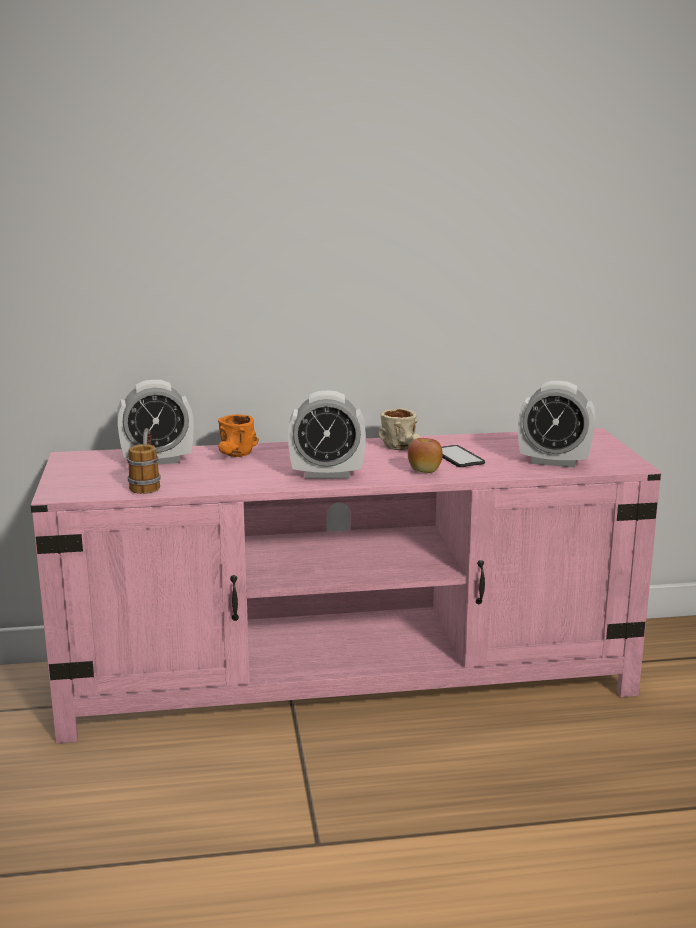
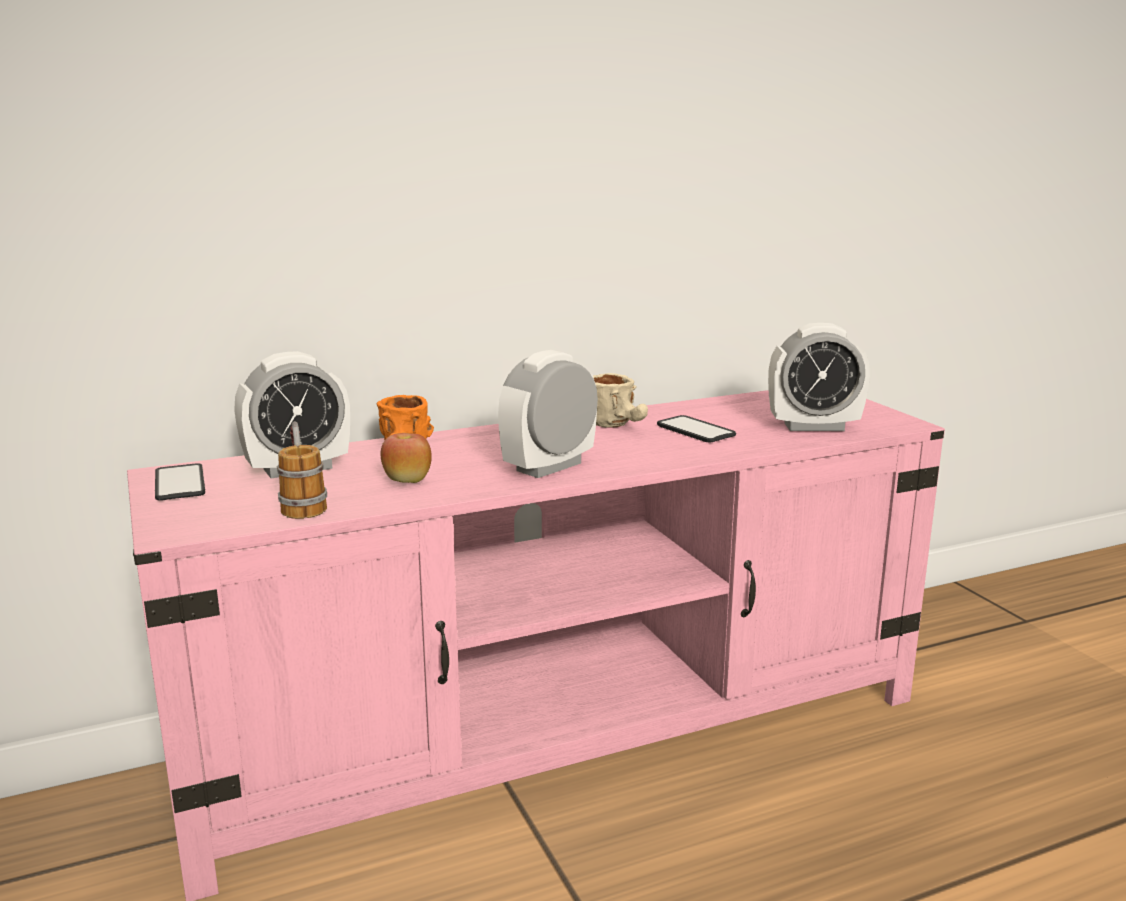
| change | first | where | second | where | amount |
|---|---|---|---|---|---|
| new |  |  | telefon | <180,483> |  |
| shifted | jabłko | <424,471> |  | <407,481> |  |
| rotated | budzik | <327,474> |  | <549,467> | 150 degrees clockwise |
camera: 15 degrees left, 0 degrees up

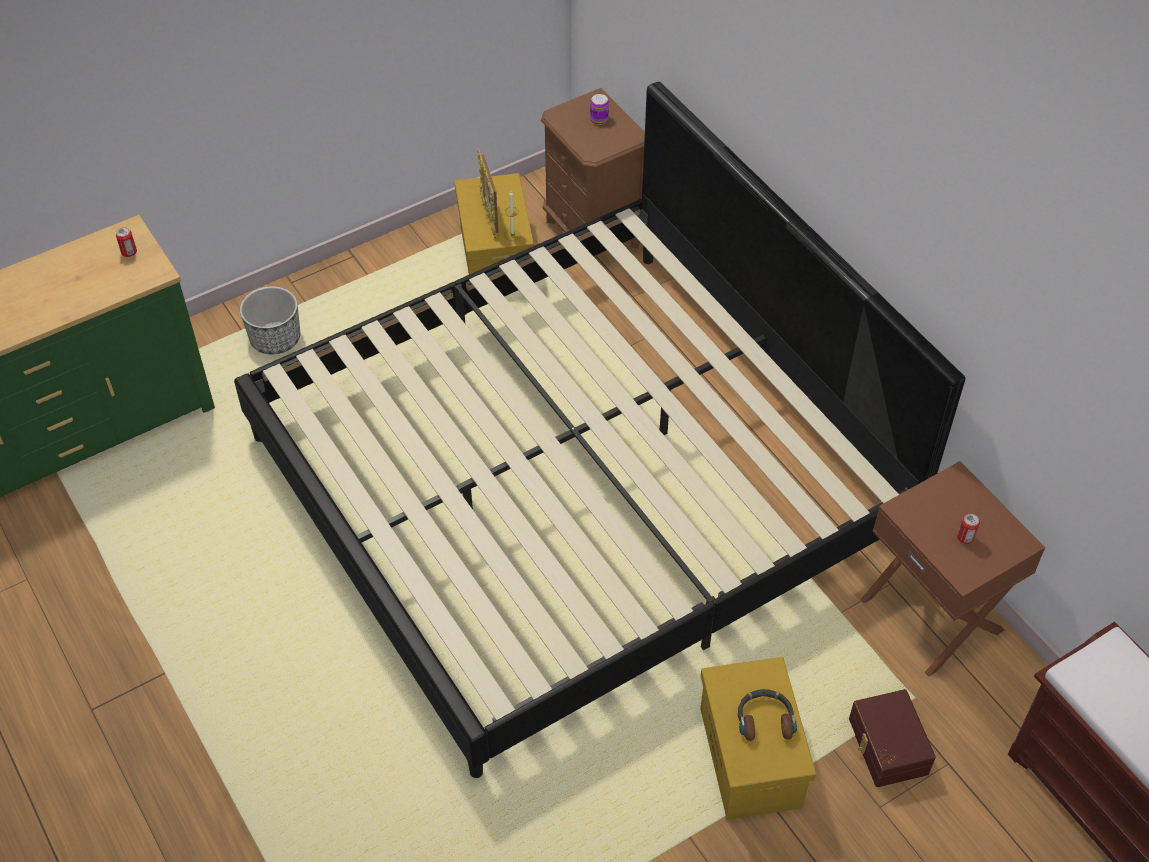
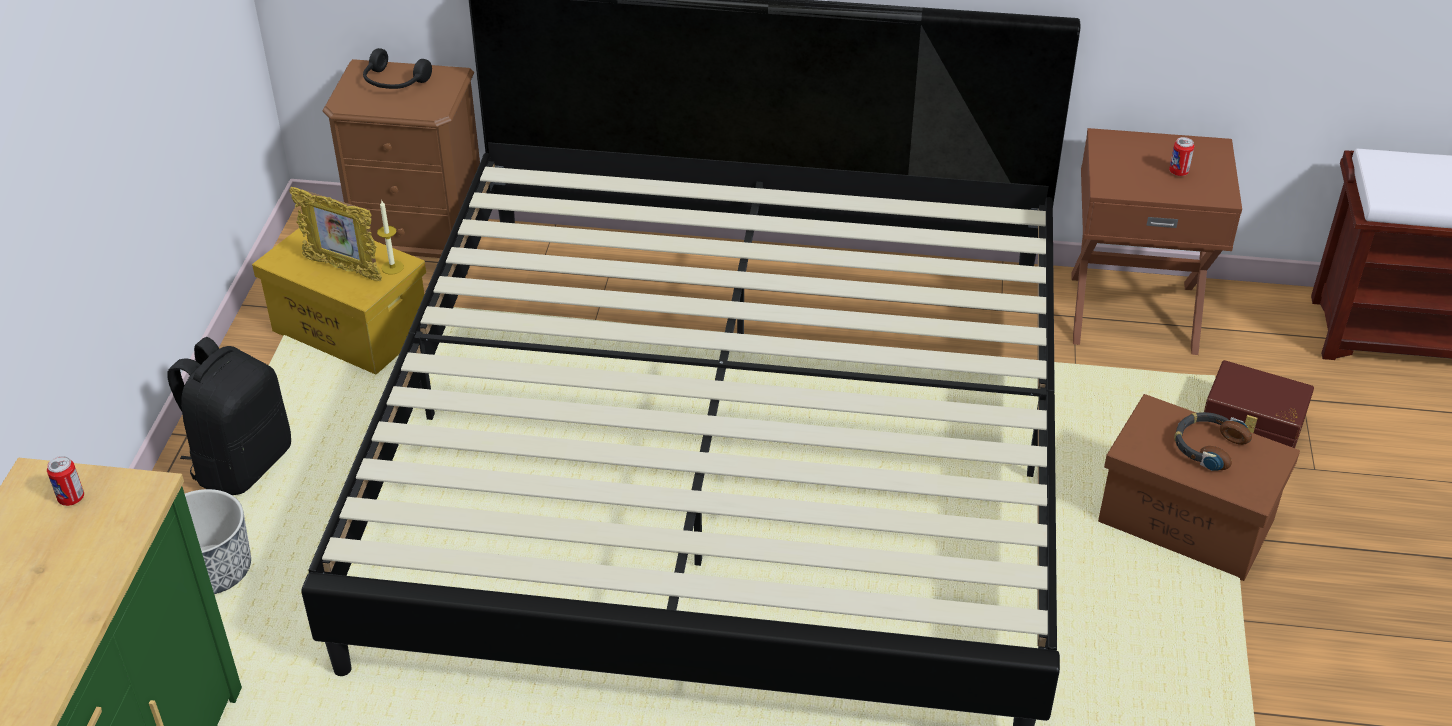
| change | first | where | second | where | amount |
|---|---|---|---|---|---|
| new |  |  | plecak [czarny] | <242,463> |  |
| swapped | puszka | <599,119> | słuchawki [czarny] | <394,82> |  |
| repainted | pojemnik do przechowywania [żółty] | <751,758> | pojemnik do przechowywania [brązowy] | <1187,521> |  |
camera: 50 degrees left, 10 degrees down

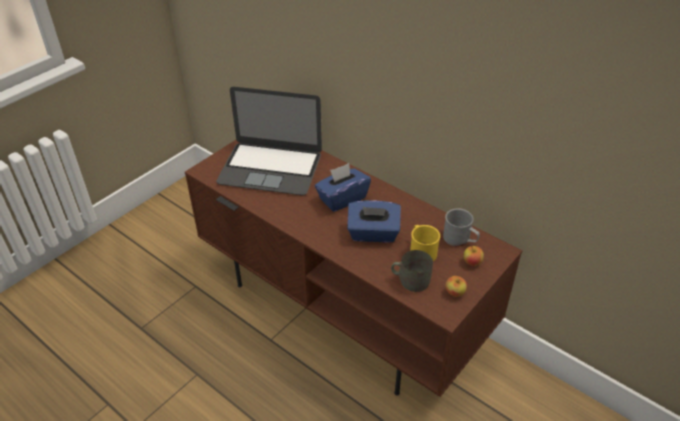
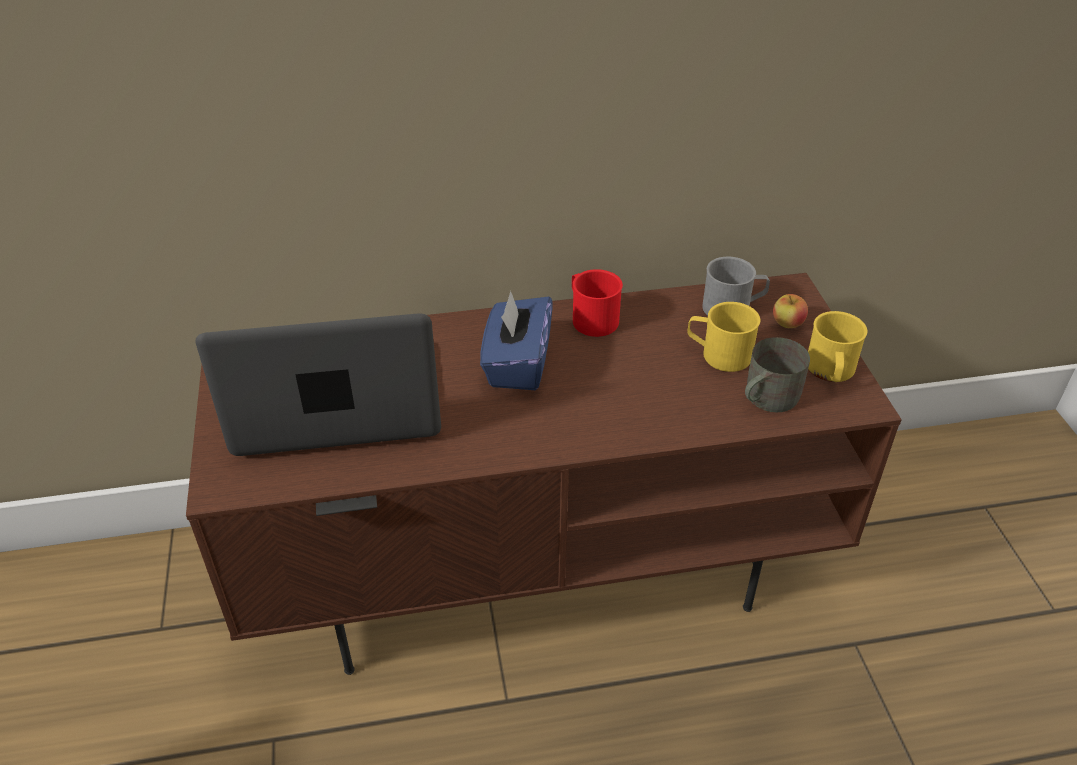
| change | first | where | second | where | amount |
|---|---|---|---|---|---|
| rotated | laptop | <270,168> |  | <337,399> | 150 degrees counterclockwise |
| new |  |  | kubek [czerwony] | <591,318> |  |
| swapped | jabłko | <455,293> | kubek [żółty] | <830,372> |  |
| gone | pudełko chusteczek [niebieski] | <373,234> |  |  |  |
camera: 50 degrees left, 0 degrees up

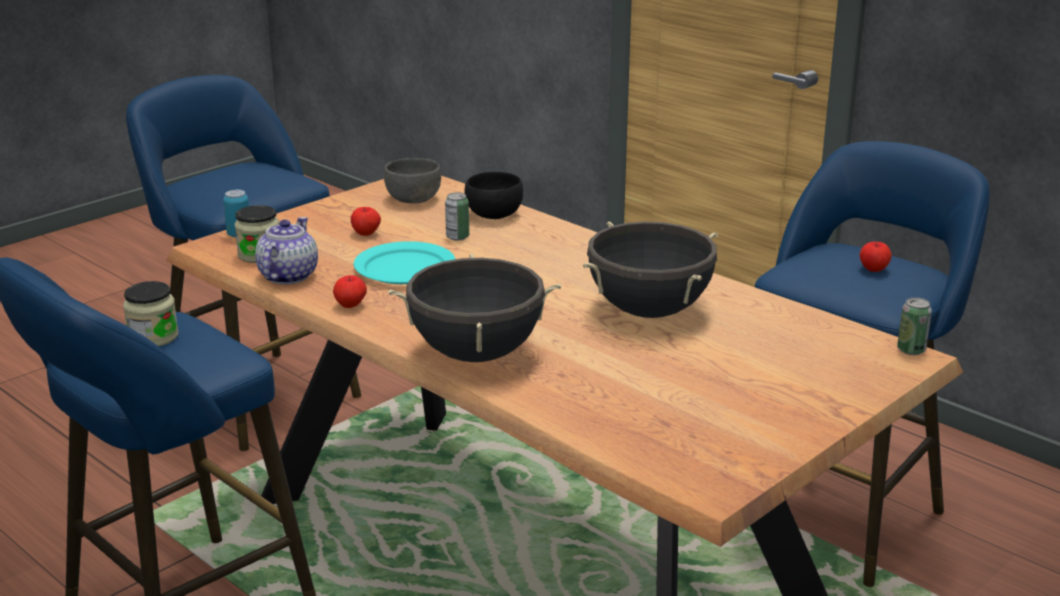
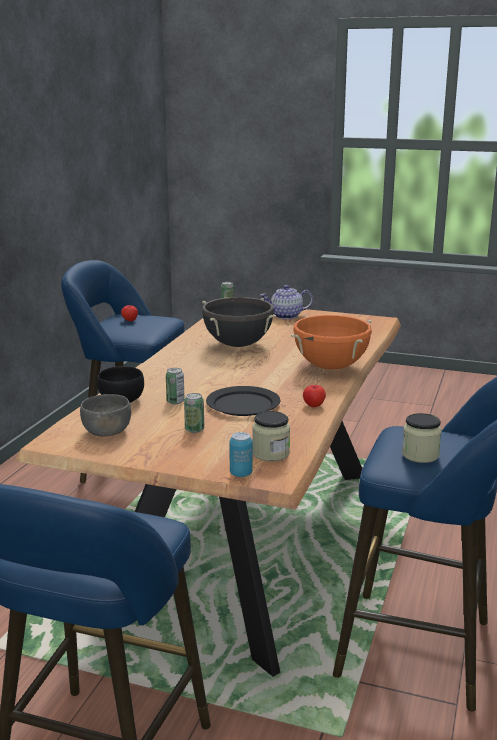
| change | first | where | second | where | amount |
|---|---|---|---|---|---|
| swapped | jabłko | <366,233> | puszka | <194,429> |  |
| repainted | talerz [turkusowy] | <404,268> | talerz [czarny] | <243,404> |  |
| shifted | imbryk | <287,276> |  | <286,316> |  |
| repainted | garnek [czarny] | <476,354> | garnek [pomarańczowy] | <331,367> |  |
camera: 115 degrees left, 5 degrees down

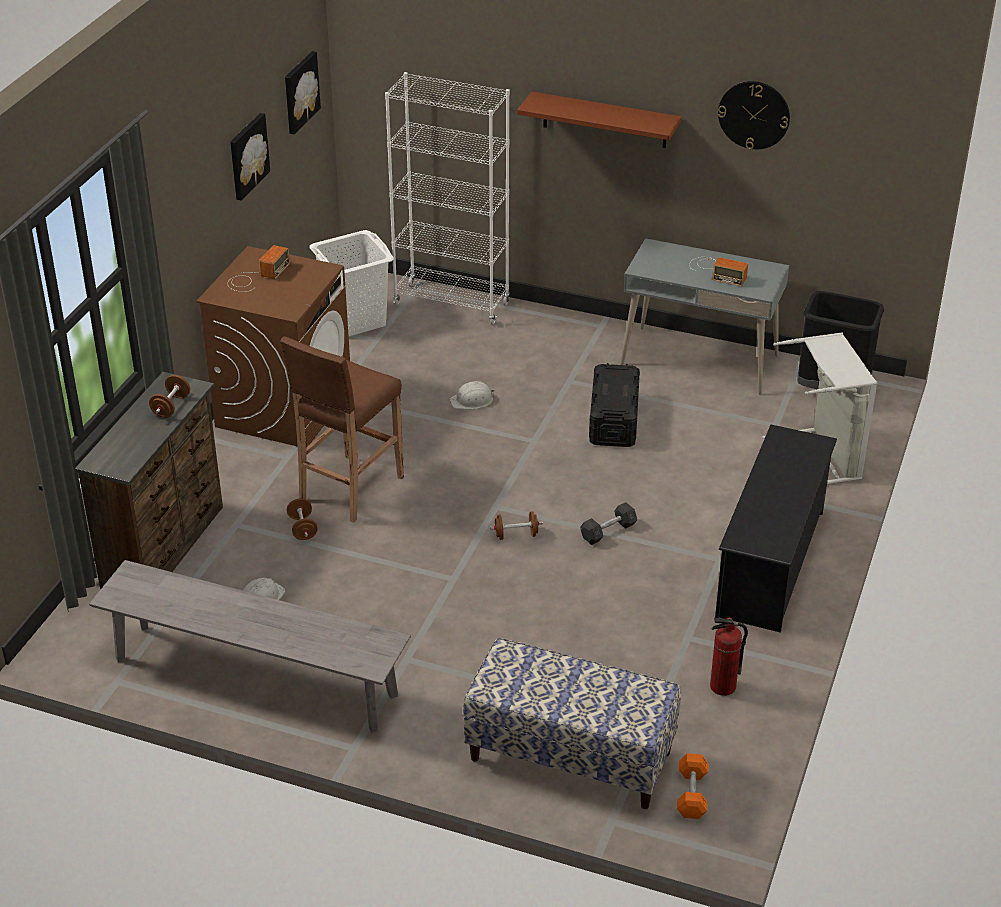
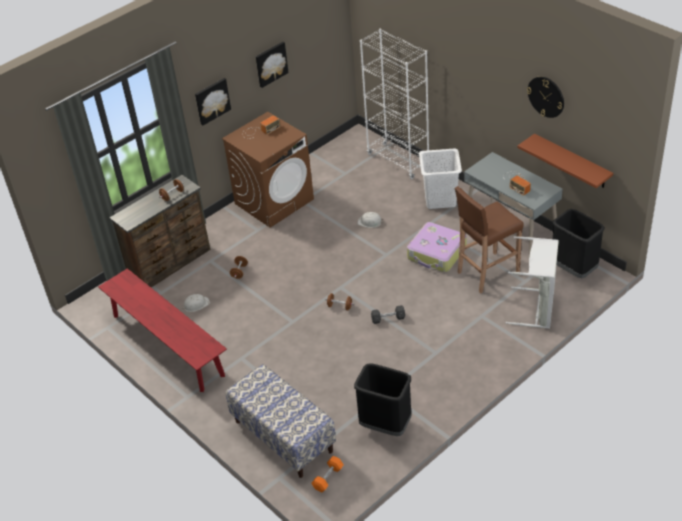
| change | first | where | second | where | amount |
|---|---|---|---|---|---|
| repainted | ławka [szary] | <255,677> | ławka [czerwony] | <167,345> |  |
| shifted | obraz | <300,92> |  | <212,101> |  |
| swapped | gaśnica | <722,687> | kosz na śmieci [czarny] | <385,425> |  |
| swapped | pojemnik do przechowywania [czarny] | <614,420> | walizka | <437,254> |  |
| shifted | kosz na pranie [biały] | <356,321> |  | <440,199> |  |
| shifted | stołek [brązowy] | <349,489> |  | <487,273> |  |
| shifted | półka [brązowy] | <604,120> |  | <572,161> |  |
| gone | regał na buty [czarny] | <771,563> |  |  |  |
camera: 30 degrees right, 5 degrees up

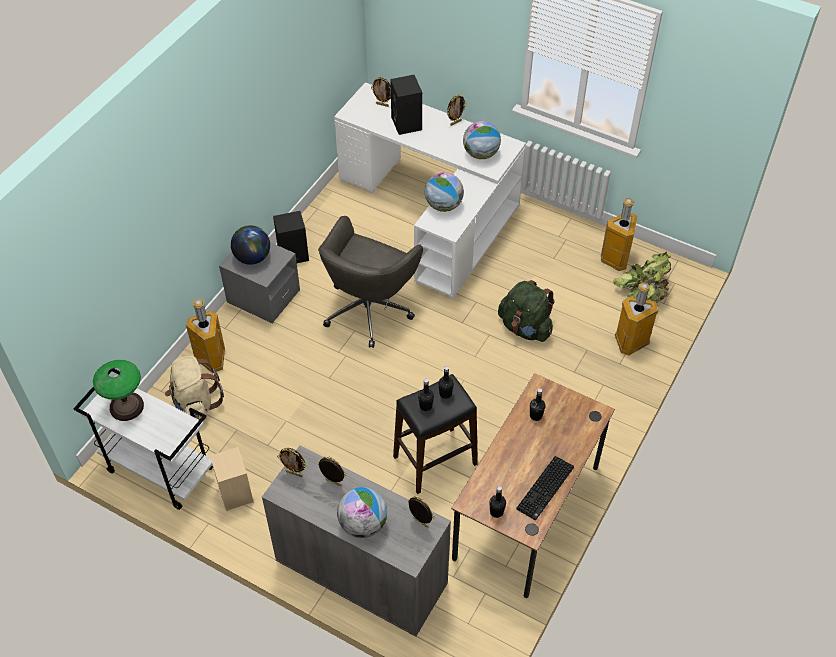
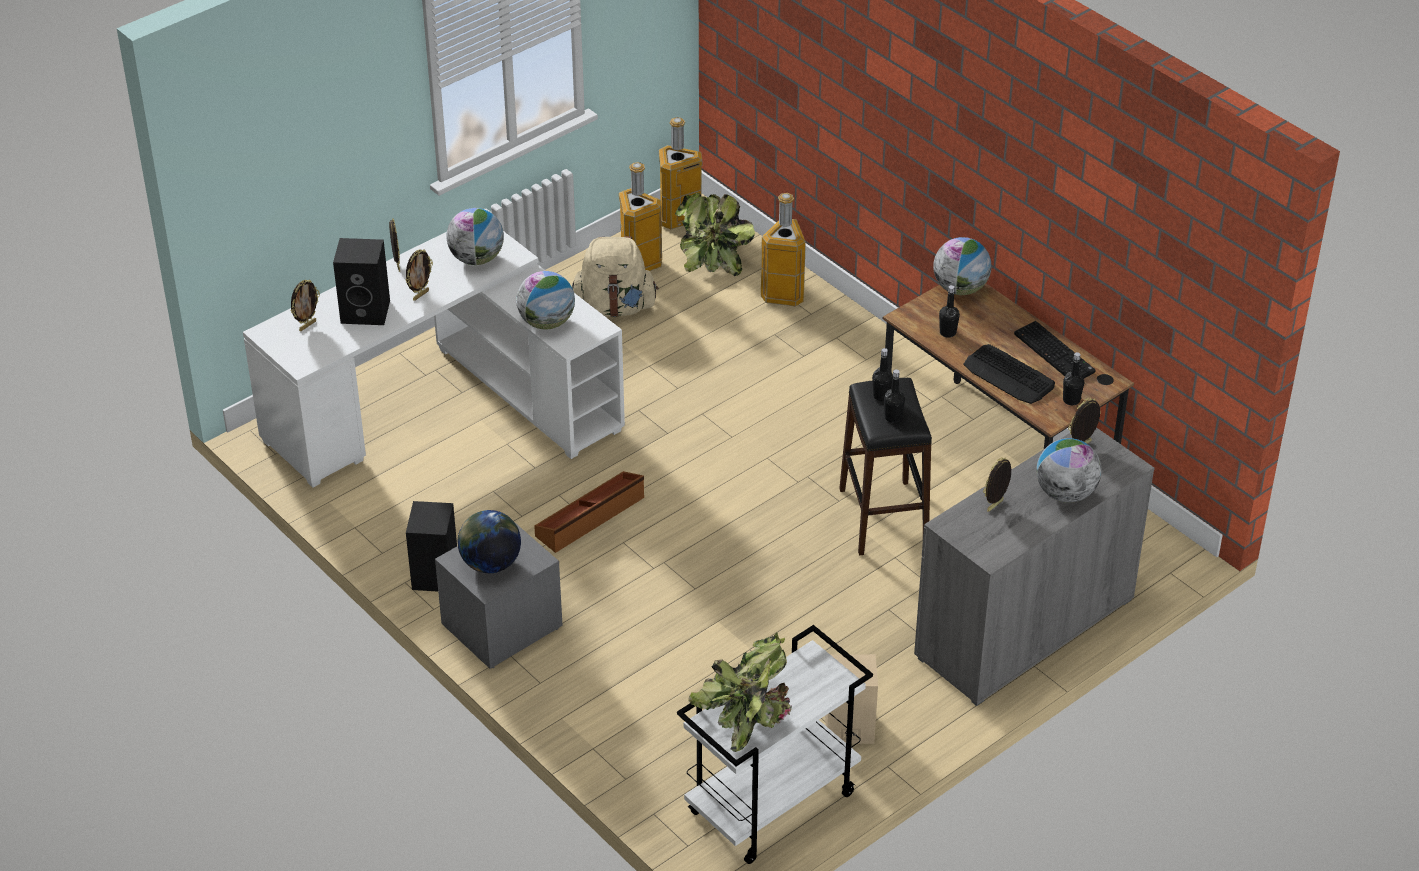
| change | first | where | second | where | amount |
|---|---|---|---|---|---|
| shifted | ramka na zdjęcie | <294,473> |  | <420,295> |  |
| swapped | krzesło biurowe [szary] | <369,309> | pojemnik do przechowywania [brązowy] | <591,517> |  |
| shifted | plecak [beżowy] | <195,403> |  | <615,307> |  |
| shifted | kosz na śmieci | <212,360> |  | <679,218> |  |
| swapped | lampa stołowa | <127,406> | roślina doniczkowa | <748,715> |  |
| new |  |  | globus | <960,288> |  |
| new |  |  | klawiatura | <1009,376> |  |
| gone | plecak [zielony] | <525,328> |  |  |  |
camera: 70 degrees left, 10 degrees down

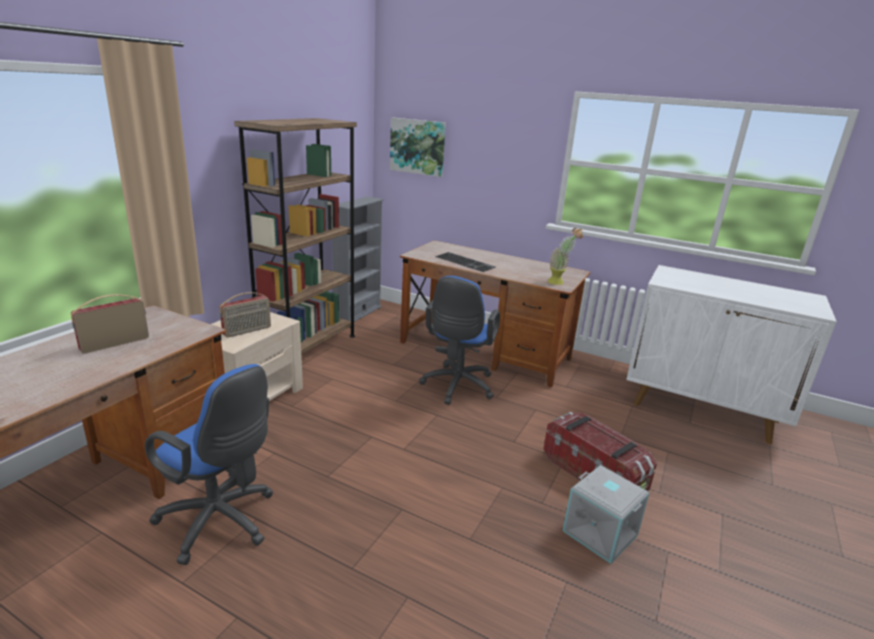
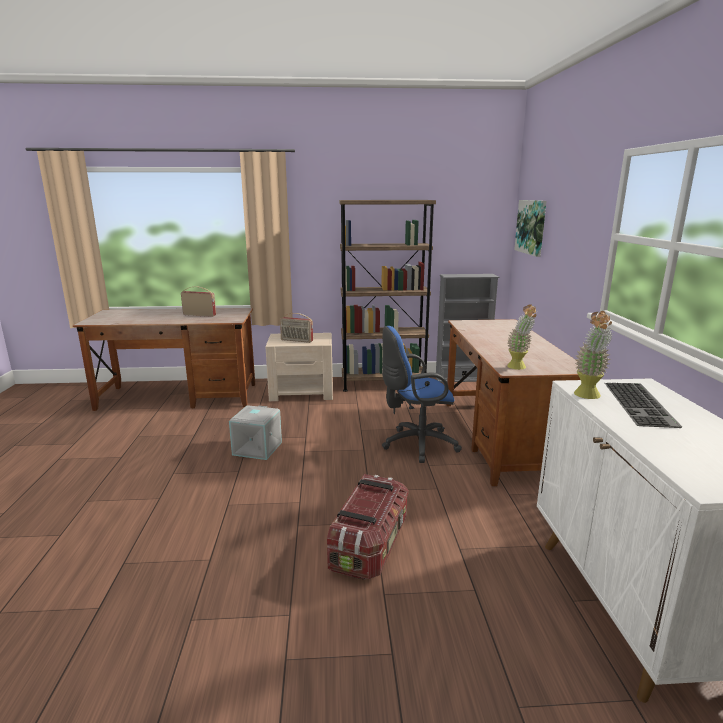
| change | first | where | second | where | amount |
|---|---|---|---|---|---|
| shifted | pojemnik do przechowywania [szary] | <601,532> |  | <258,449> |  |
| new |  |  | roślina doniczkowa | <587,397> |  |
| shifted | klawiatura | <466,262> |  | <641,404> |  |
| gone | krzesło biurowe [niebieski] | <221,522> |  |  |  |
camera: 60 degrees right, 5 degrees down

